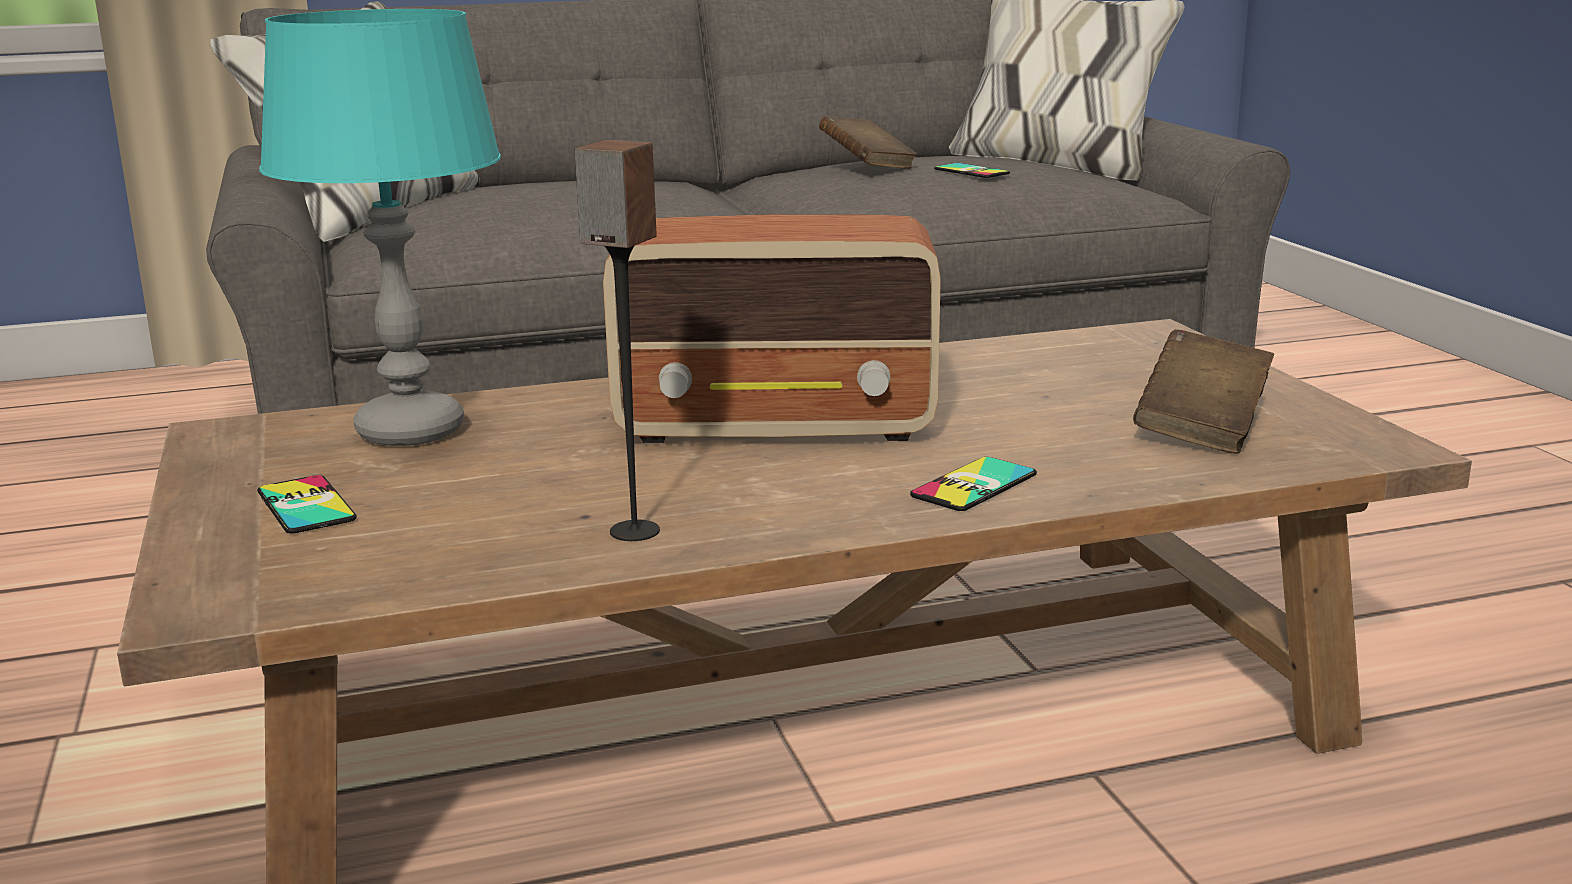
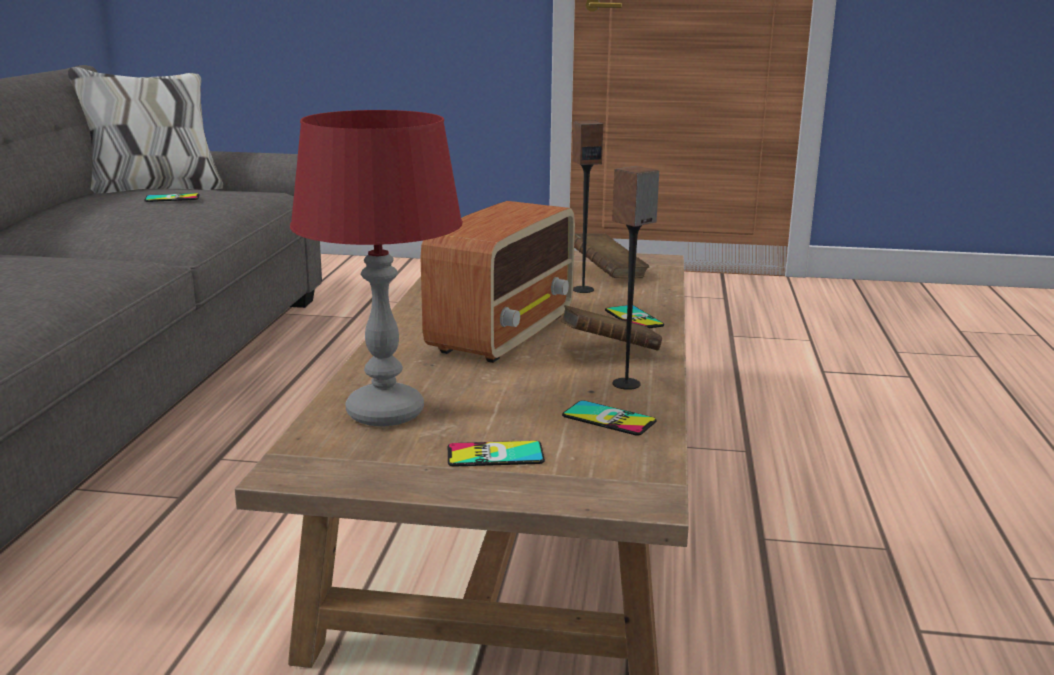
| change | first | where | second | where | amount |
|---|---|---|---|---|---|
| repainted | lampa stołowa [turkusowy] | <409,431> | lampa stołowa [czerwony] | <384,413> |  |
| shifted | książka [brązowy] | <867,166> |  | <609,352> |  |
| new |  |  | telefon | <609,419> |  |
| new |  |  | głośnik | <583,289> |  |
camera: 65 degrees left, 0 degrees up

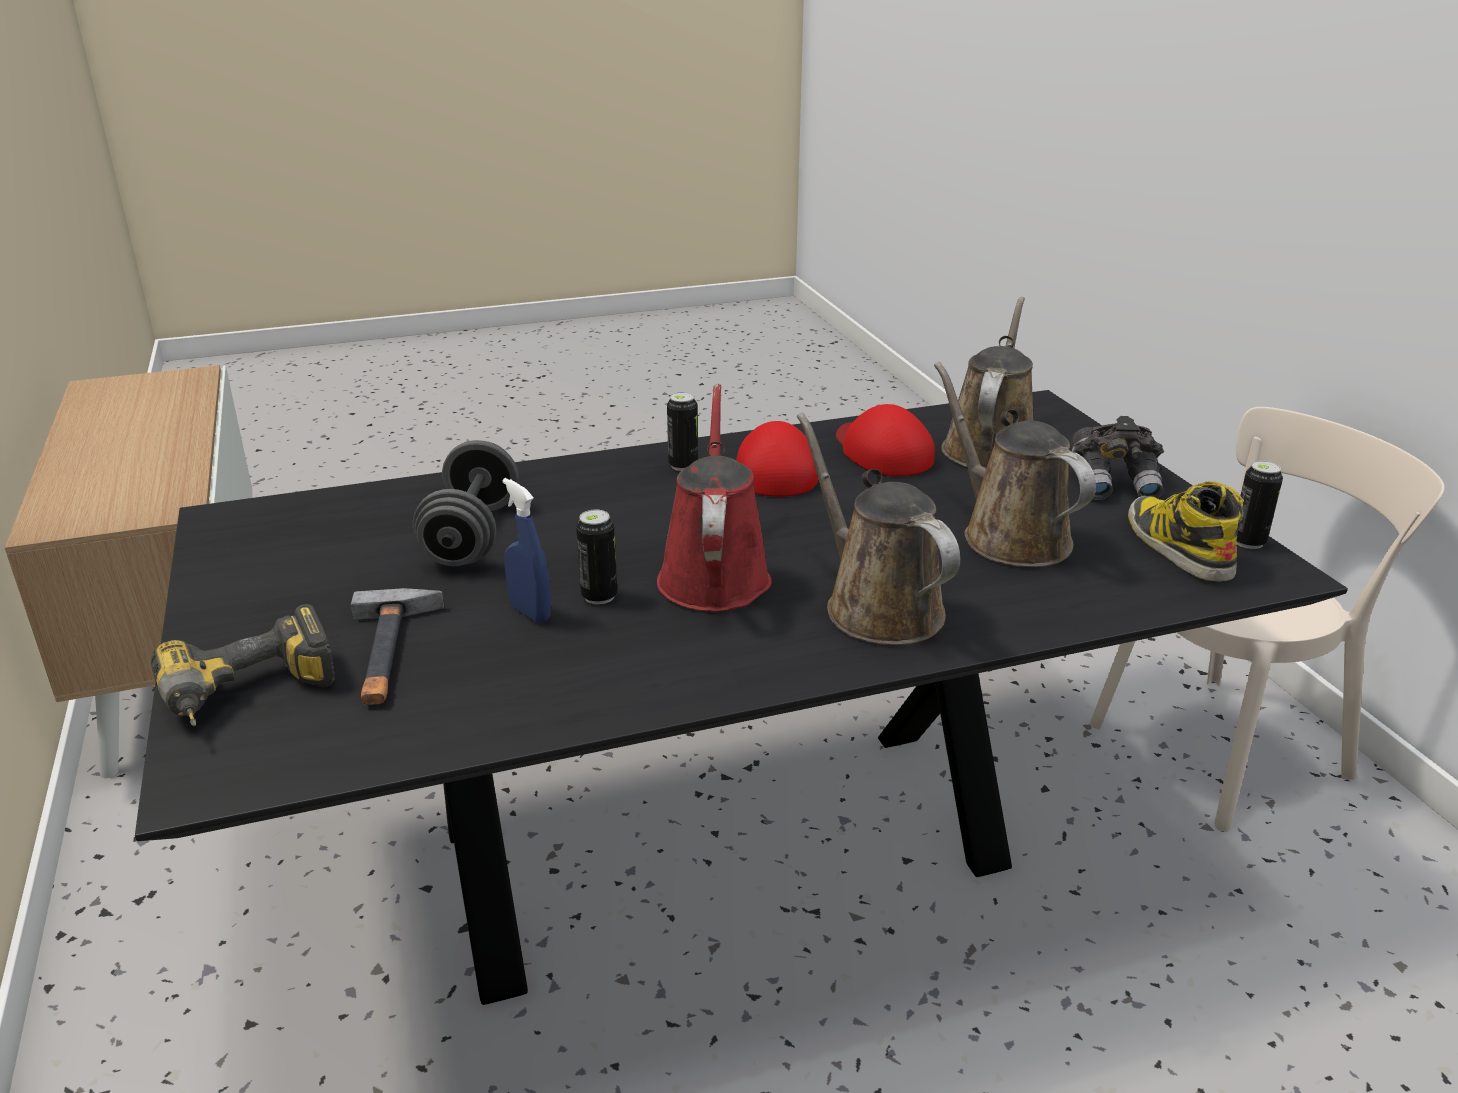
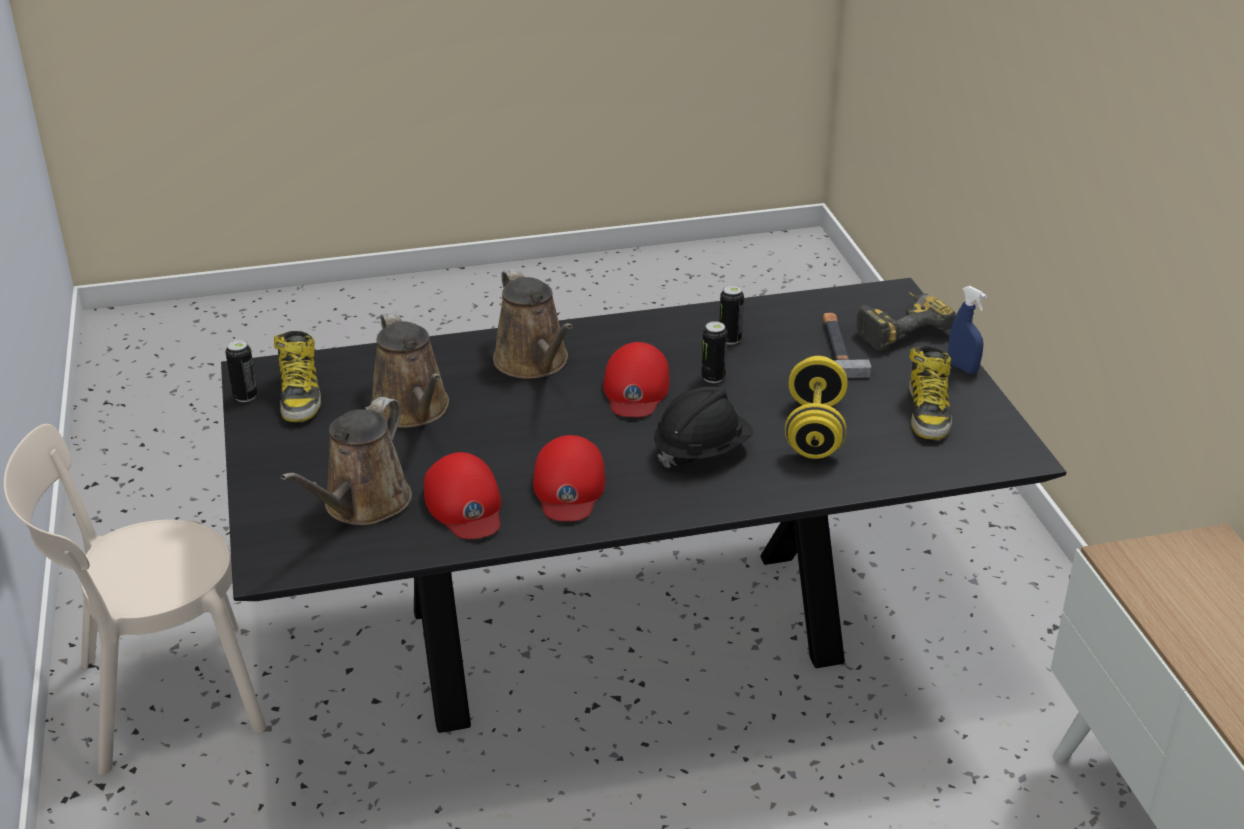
| change | first | where | second | where | amount |
|---|---|---|---|---|---|
| swapped | konewka [czerwony] | <714,574> | czapka z daszkiem [czerwony] | <635,389> |  |
| new |  |  | kask [czarny] | <701,450> |  |
| shifted | puszka | <683,465> |  | <730,339> |  |
| repainted | hantel [szary] | <472,535> | hantel [żółty] | <814,430> |  |
| new |  |  | but z cholewką | <928,412> |  |
| shifted | spryskiwacz [niebieski] | <530,613> |  | <962,367> |  |
| gone | lornetka [szary] | <1115,484> |  |  |  |
camera: 175 degrees left, 5 degrees up

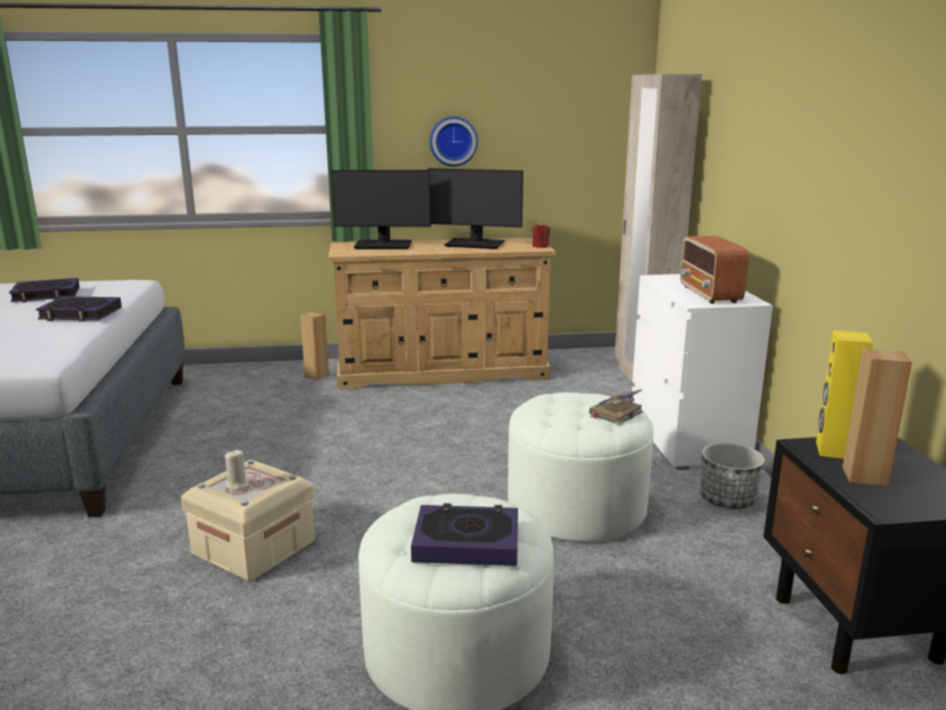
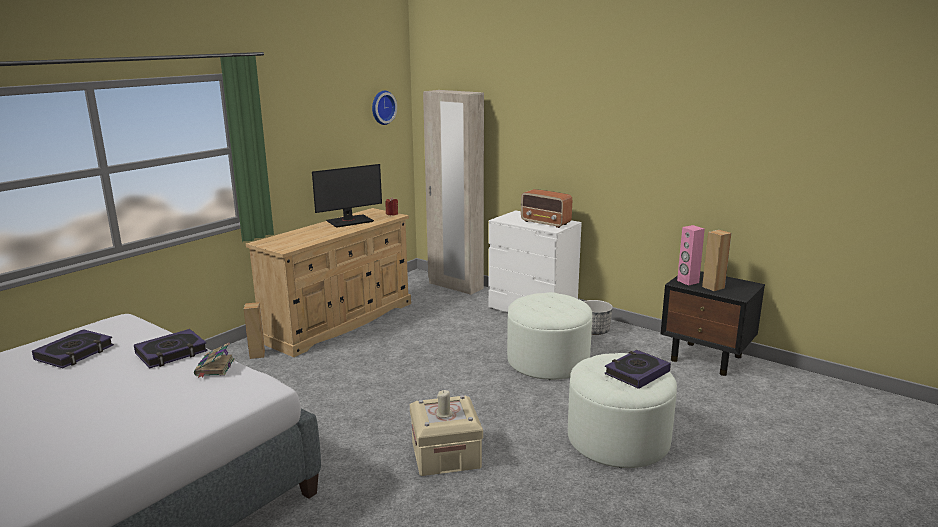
| change | first | where | second | where | amount |
|---|---|---|---|---|---|
| shifted | książka | <615,414> |  | <214,368> |  |
| shifted | zegar ścienny | <453,141> |  | <382,107> |  |
| repainted | głośnik [żółty] | <833,450> | głośnik [różowy] | <687,281> |  |
| gone | monitor | <383,245> |  |  |  |
camera: 45 degrees left, 0 degrees up

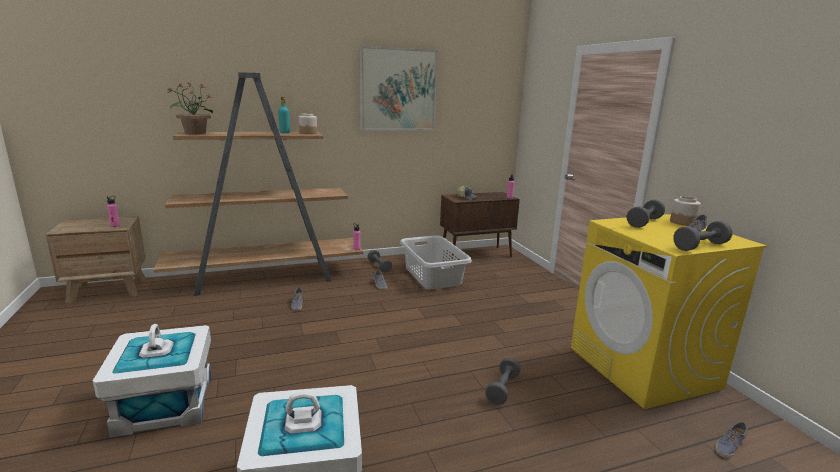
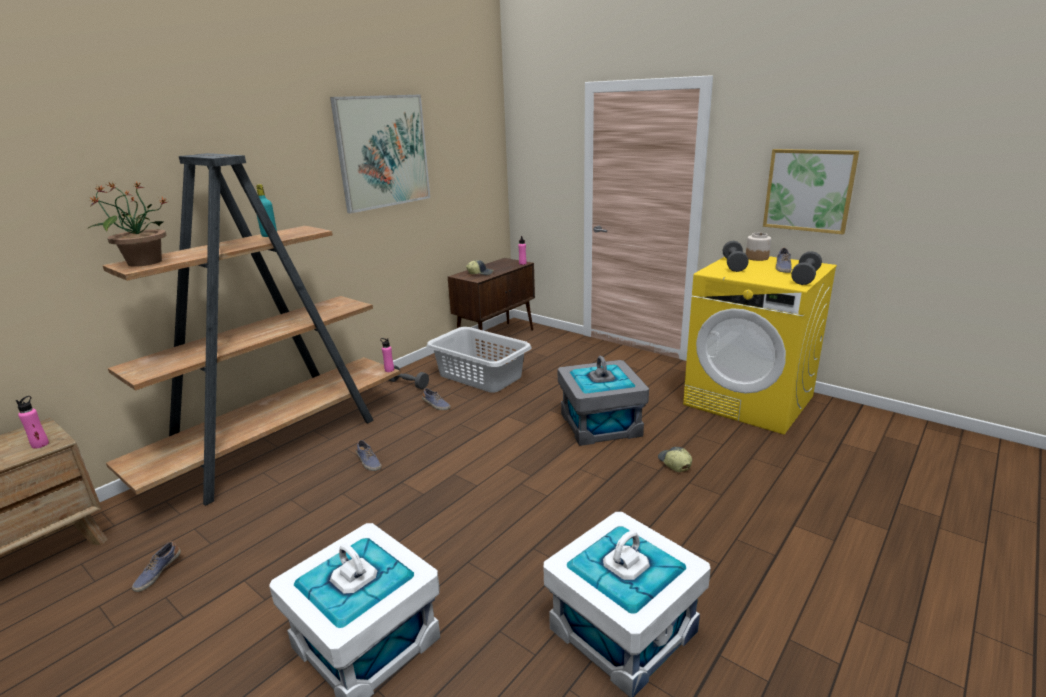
| change | first | where | second | where | amount |
|---|---|---|---|---|---|
| shifted | but | <729,446> |  | <157,573> |  |
| new |  |  | pojemnik do przechowywania [szary] | <600,424> |  |
| swapped | hantel [szary] | <502,388> | czapka z daszkiem | <674,463> |  |
| new |  |  | obraz | <808,190> |  |
| gone | słoik | <308,133> |  |  |  |
camera: 30 degrees left, 5 degrees up

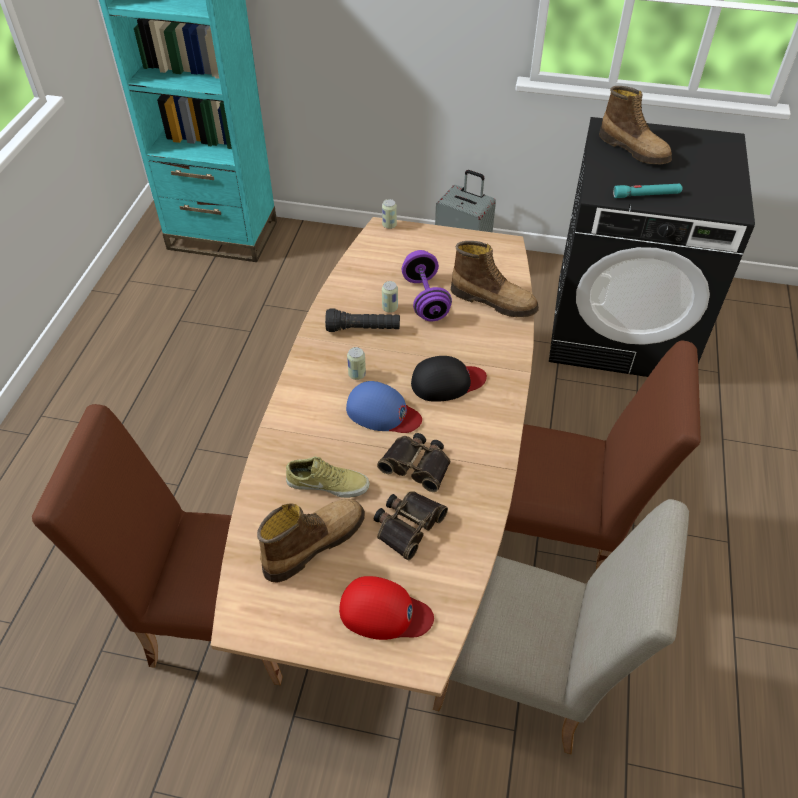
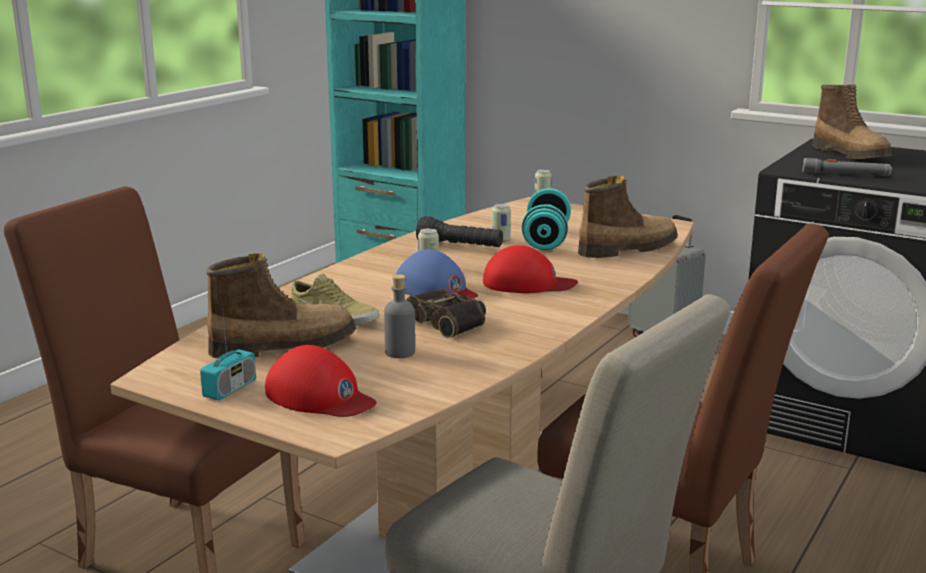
| change | first | where | second | where | amount |
|---|---|---|---|---|---|
| new |  |  | radio | <230,389> |  |
| swapped | lornetka | <407,525> | butelka [szary] | <400,352> |  |
| repainted | czapka z daszkiem [czarny] | <447,382> | czapka z daszkiem [czerwony] | <528,283> |  |
| repainted | hantel [fioletowy] | <425,299> | hantel [turkusowy] | <546,240> |  |
| rotated | but z cholewką | <494,300> |  | <626,249> | 75 degrees counterclockwise |
| repainted | latarka [turkusowy] | <646,195> | latarka [szary] | <846,175> |  |
camera: 20 degrees right, 30 degrees down

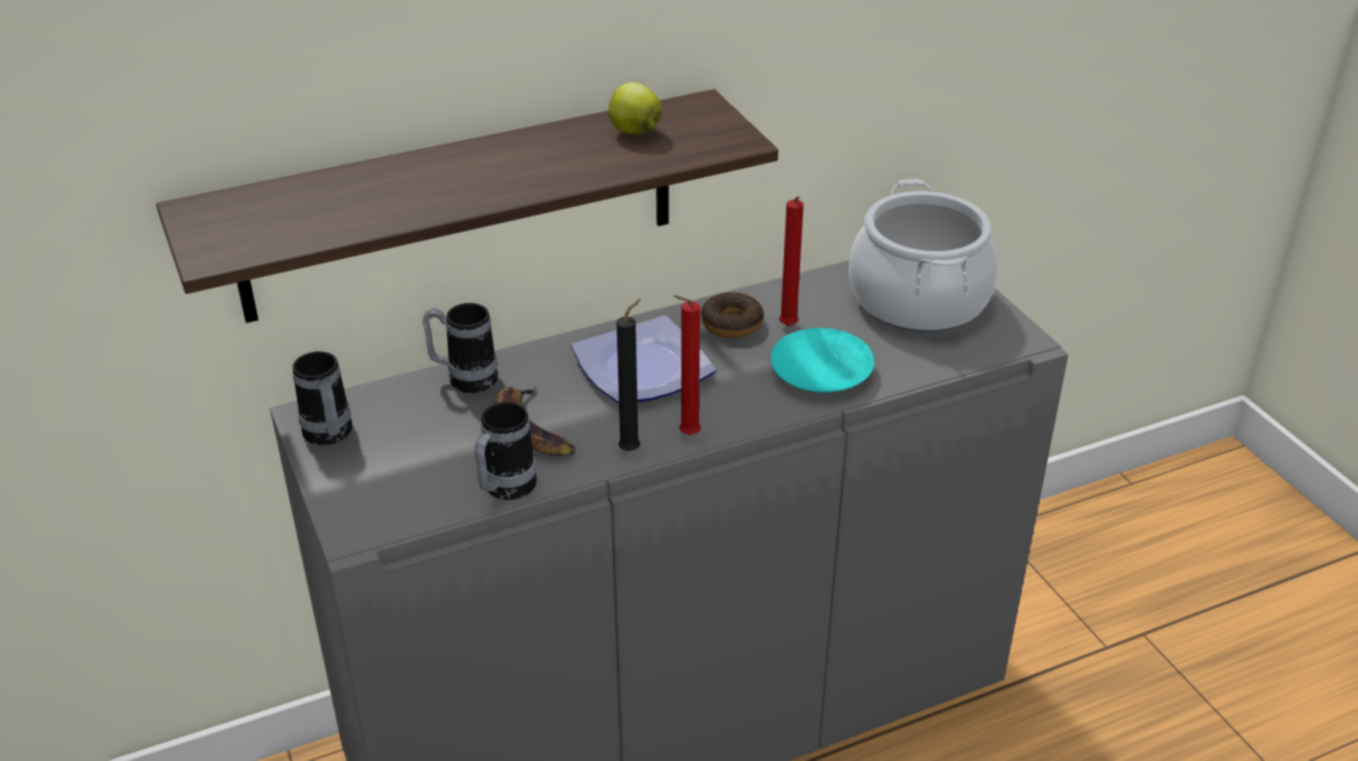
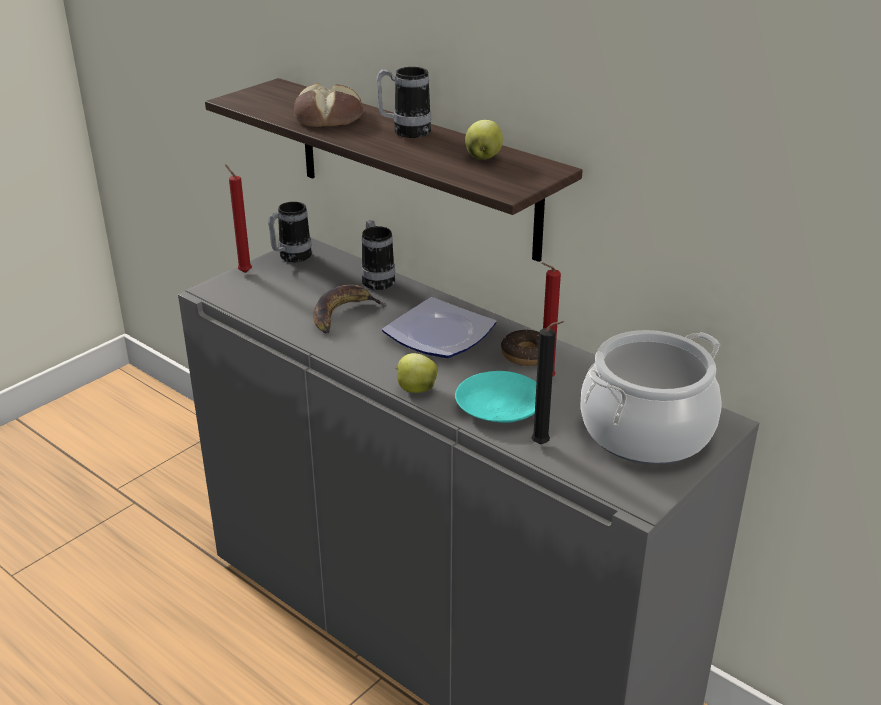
| change | first | where | second | where | amount |
|---|---|---|---|---|---|
| shifted | świeca [czerwony] | <686,436> |  | <243,272> |  |
| new |  |  | chleb | <330,117> |  |
| shifted | kubek | <504,491> |  | <404,131> |  |
| new |  |  | jabłko | <415,389> |  |
| shifted | świeca [czarny] | <632,449> |  | <543,445> |  |
camera: 65 degrees right, 5 degrees down

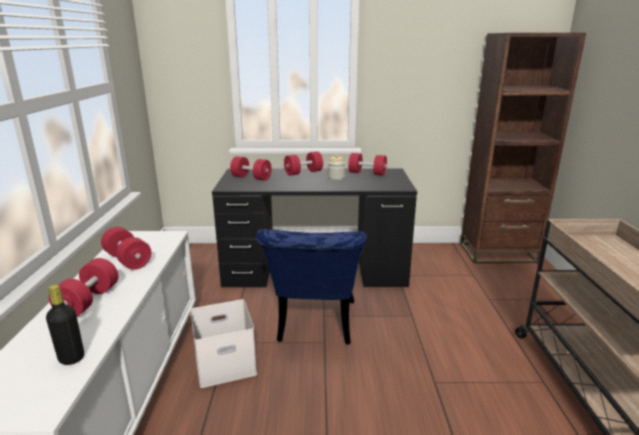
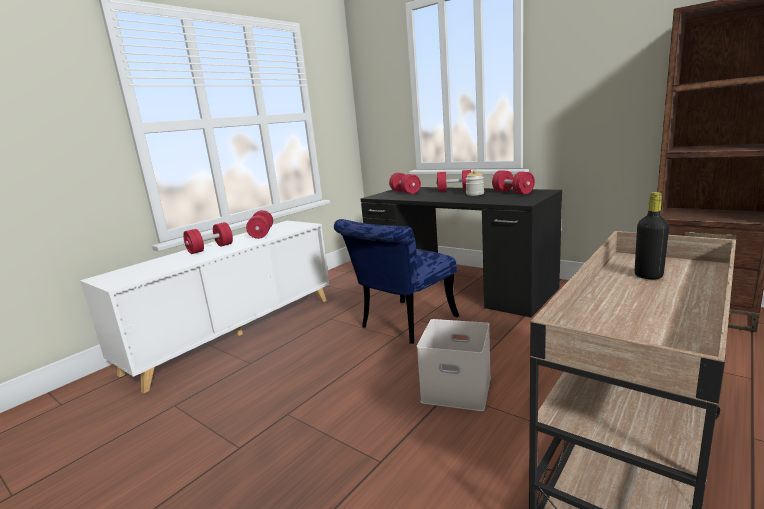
| change | first | where | second | where | amount |
|---|---|---|---|---|---|
| shifted | pojemnik do przechowywania [biały] | <226,362> |  | <458,388> |  |
| shifted | butelka [czarny] | <71,358> |  | <648,276> |  |
camera: 40 degrees right, 5 degrees down

